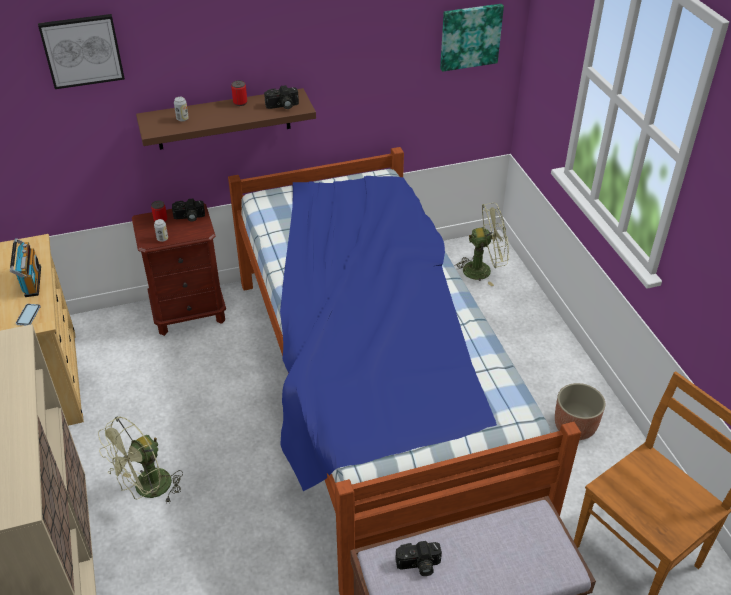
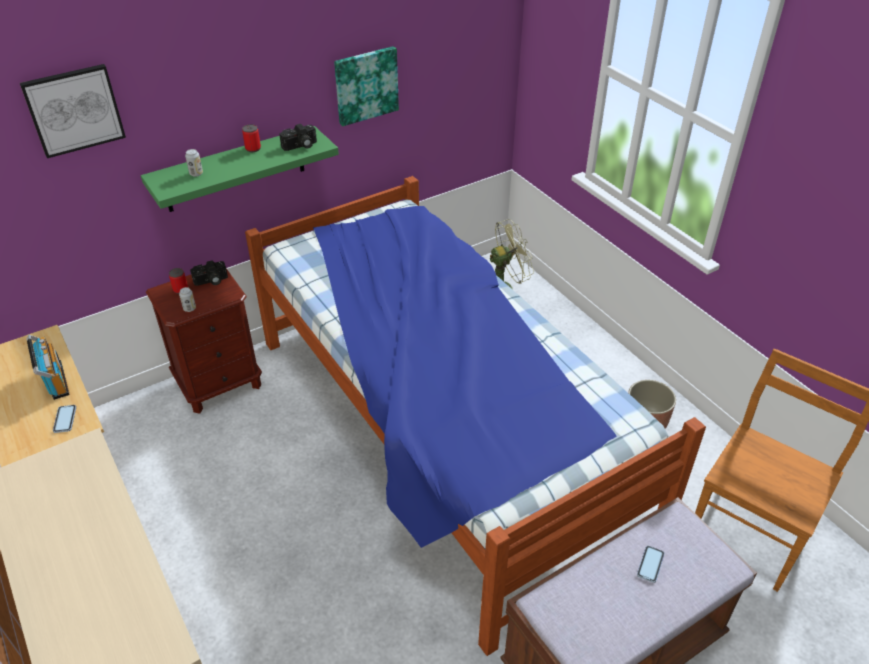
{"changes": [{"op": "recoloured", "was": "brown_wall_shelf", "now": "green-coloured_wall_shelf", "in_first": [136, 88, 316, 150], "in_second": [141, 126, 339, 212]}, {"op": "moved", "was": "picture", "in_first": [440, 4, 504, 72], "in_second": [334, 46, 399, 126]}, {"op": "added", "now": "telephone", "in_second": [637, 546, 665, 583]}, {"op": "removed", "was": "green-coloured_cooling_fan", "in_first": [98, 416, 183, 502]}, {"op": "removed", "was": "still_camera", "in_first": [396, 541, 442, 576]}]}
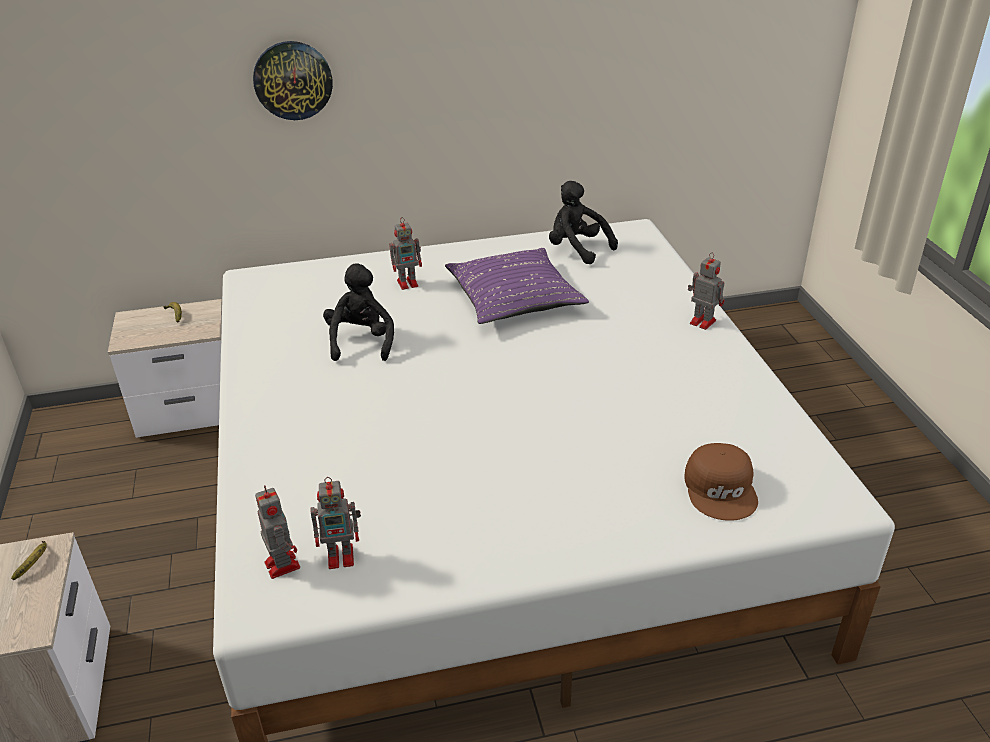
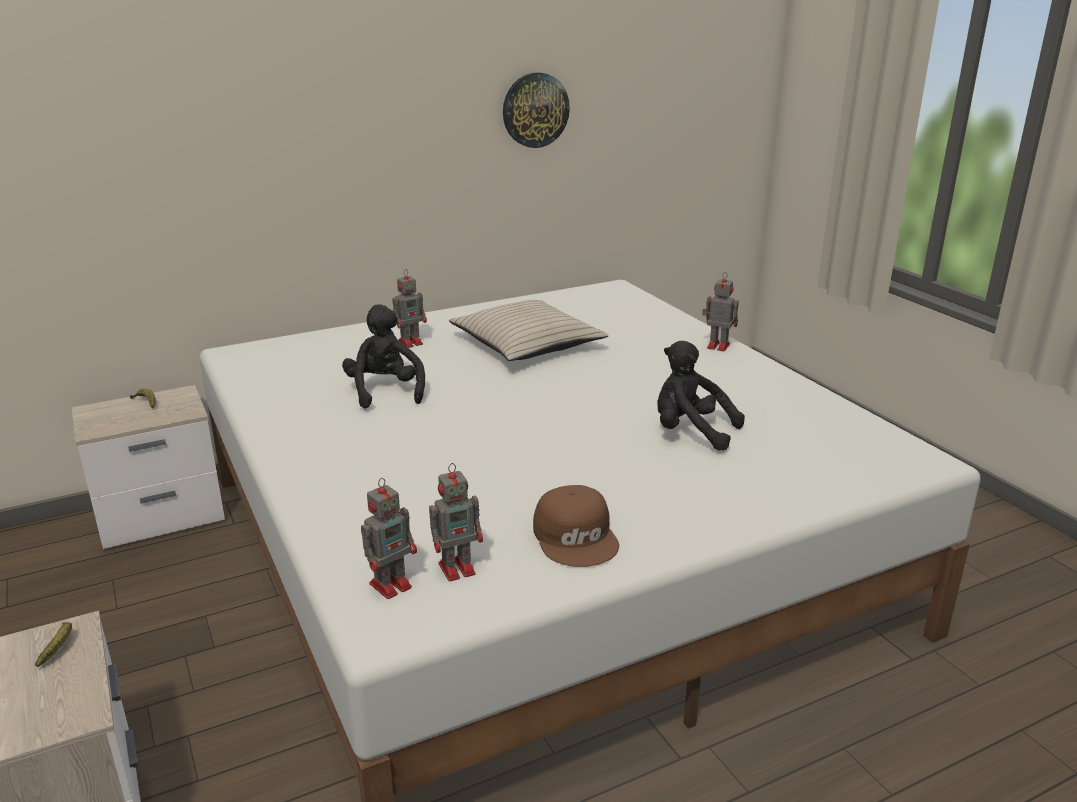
{"changes": [{"op": "turned", "was": "model_robot", "in_first": [255, 485, 300, 579], "in_second": [361, 478, 417, 599], "clockwise": 90}, {"op": "recoloured", "was": "purple-coloured_throw_pillow", "now": "sand-coloured_throw_pillow", "in_first": [445, 248, 589, 324], "in_second": [449, 300, 609, 361]}, {"op": "moved", "was": "clock_on_the_wall", "in_first": [253, 41, 333, 120], "in_second": [503, 72, 570, 148]}, {"op": "moved", "was": "brown_peaked_cap", "in_first": [684, 443, 758, 521], "in_second": [533, 485, 619, 567]}, {"op": "moved", "was": "blackish_soft_toy", "in_first": [549, 181, 618, 264], "in_second": [657, 341, 745, 451]}]}
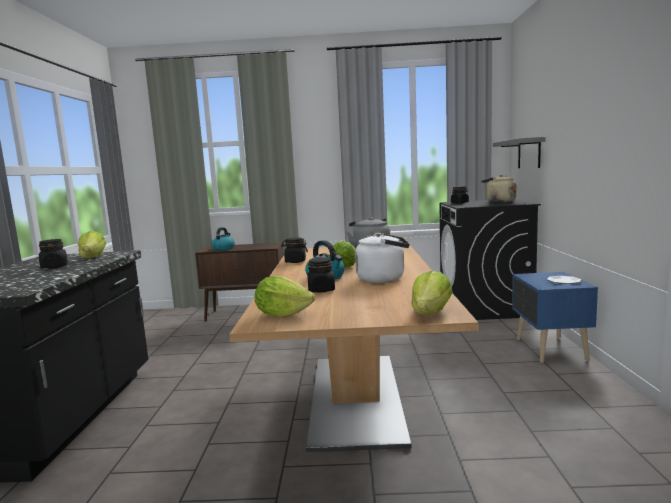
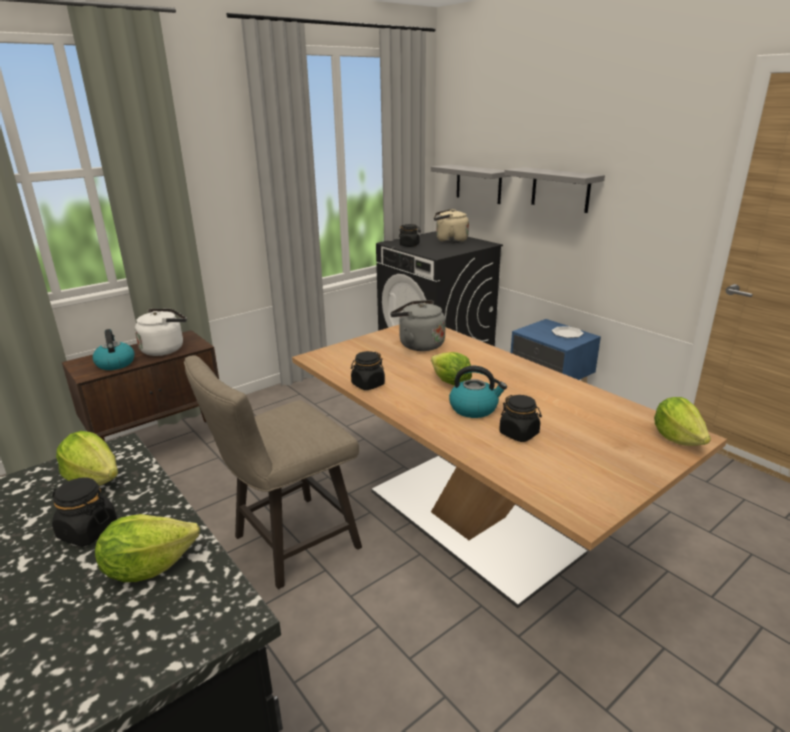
{"changes": [{"op": "moved", "was": "lettuce", "in_first": [255, 276, 315, 317], "in_second": [95, 514, 200, 582]}, {"op": "moved", "was": "white_kettle", "in_first": [355, 233, 410, 283], "in_second": [135, 309, 187, 356]}, {"op": "added", "now": "sand-coloured_stool", "in_second": [184, 355, 362, 589]}, {"op": "added", "now": "gray_wall_shelf", "in_second": [504, 167, 605, 213]}]}
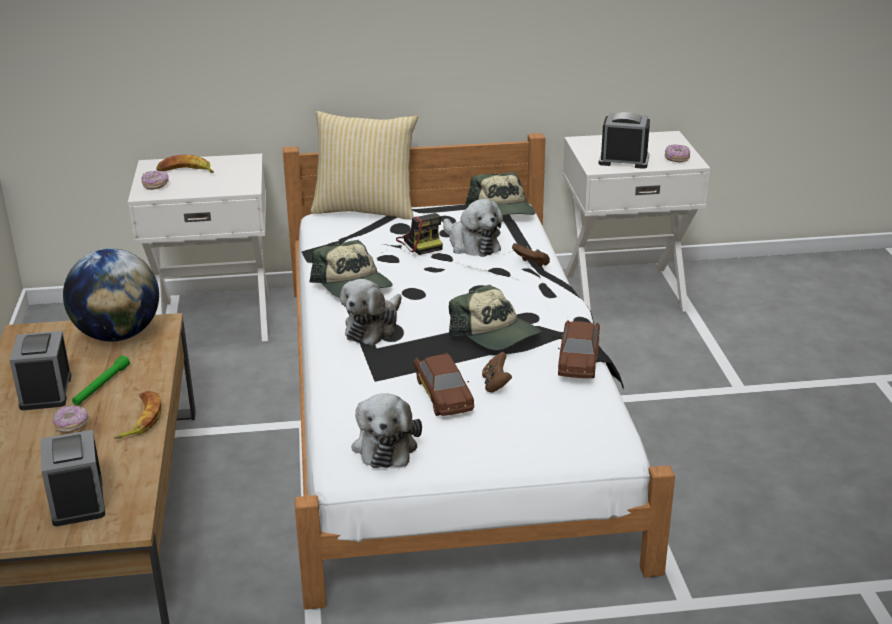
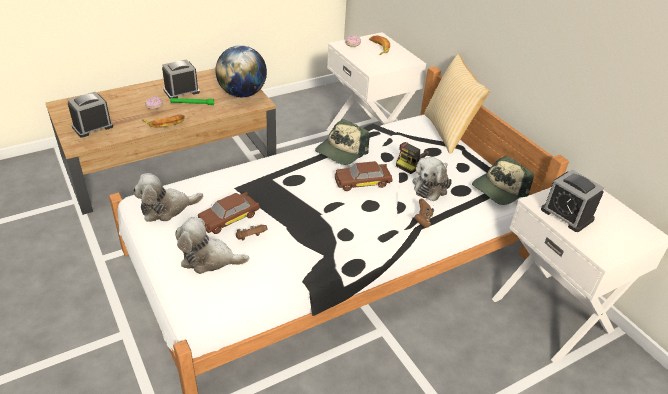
{"changes": [{"op": "moved", "was": "soft_toy", "in_first": [340, 279, 402, 346], "in_second": [175, 217, 249, 274]}, {"op": "moved", "was": "brown_model_car", "in_first": [558, 320, 600, 378], "in_second": [335, 161, 393, 191]}, {"op": "turned", "was": "alarm_clock", "in_first": [599, 112, 650, 169], "in_second": [541, 170, 604, 232], "clockwise": 150}, {"op": "removed", "was": "peaked_cap", "in_first": [449, 285, 541, 350]}, {"op": "removed", "was": "ring_doughnut", "in_first": [665, 145, 690, 162]}]}
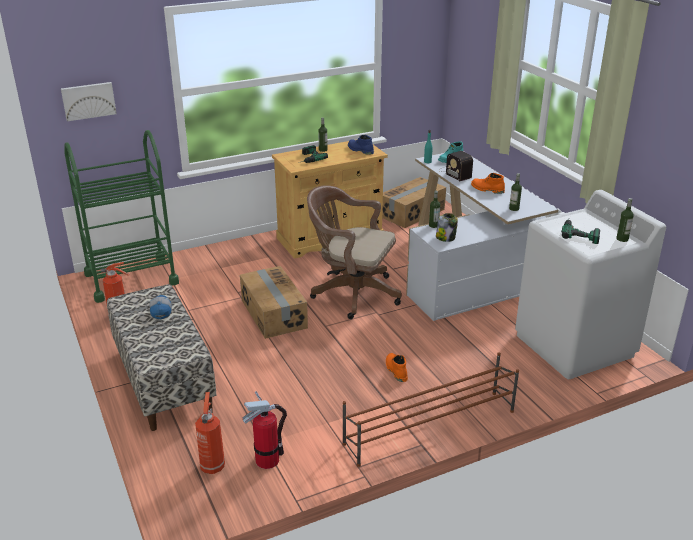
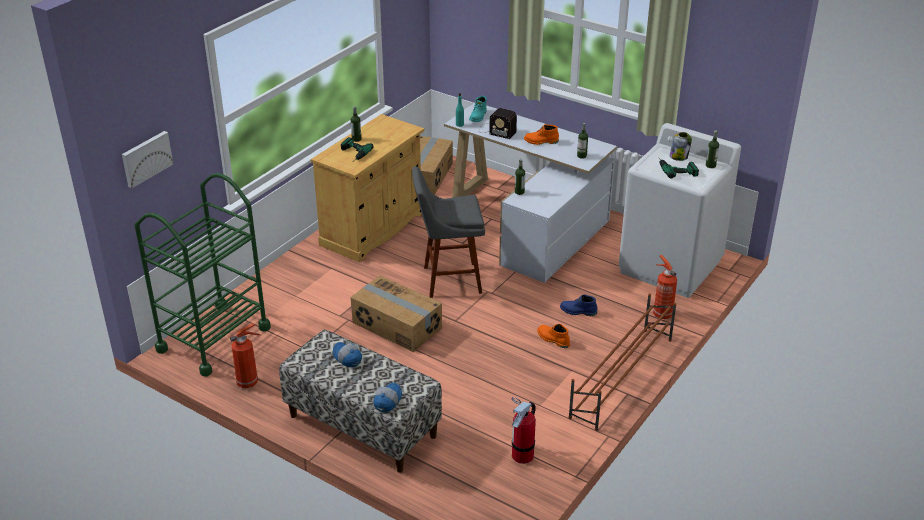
{"changes": [{"op": "added", "now": "peaked_cap", "in_second": [373, 383, 402, 412]}, {"op": "replaced", "was": "brown_desk_chair", "now": "gray_stool", "in_first": [307, 185, 402, 319], "in_second": [412, 166, 485, 298]}, {"op": "moved", "was": "blue-coloured_tall_boot", "in_first": [348, 135, 374, 155], "in_second": [560, 294, 597, 316]}, {"op": "moved", "was": "fire_extinguisher", "in_first": [195, 392, 225, 474], "in_second": [653, 255, 677, 319]}, {"op": "moved", "was": "preserve_jar", "in_first": [436, 213, 458, 242], "in_second": [670, 132, 692, 161]}]}
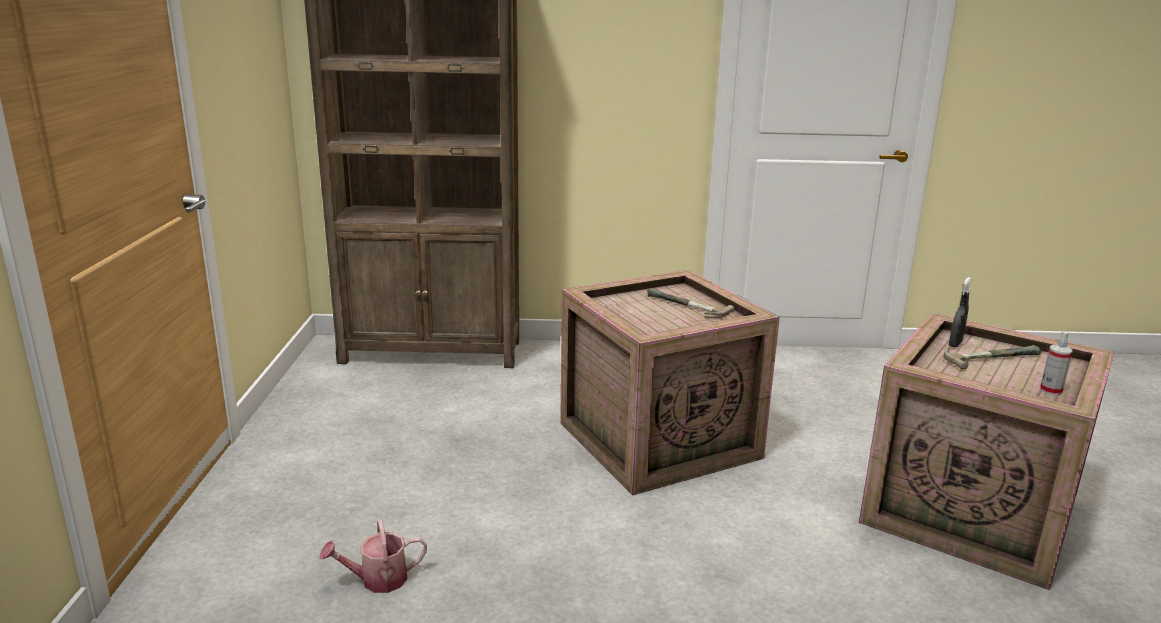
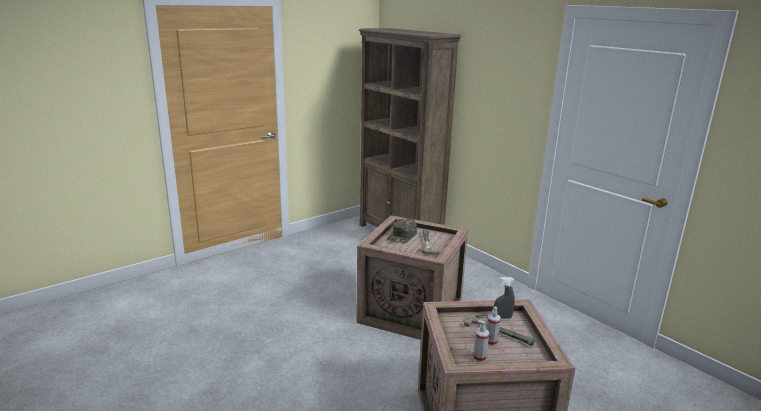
{"changes": [{"op": "added", "now": "green-coloured_peaked_cap", "in_second": [387, 218, 417, 244]}, {"op": "added", "now": "spray_bottle", "in_second": [486, 307, 501, 346]}, {"op": "removed", "was": "watering_can", "in_first": [319, 520, 427, 593]}]}
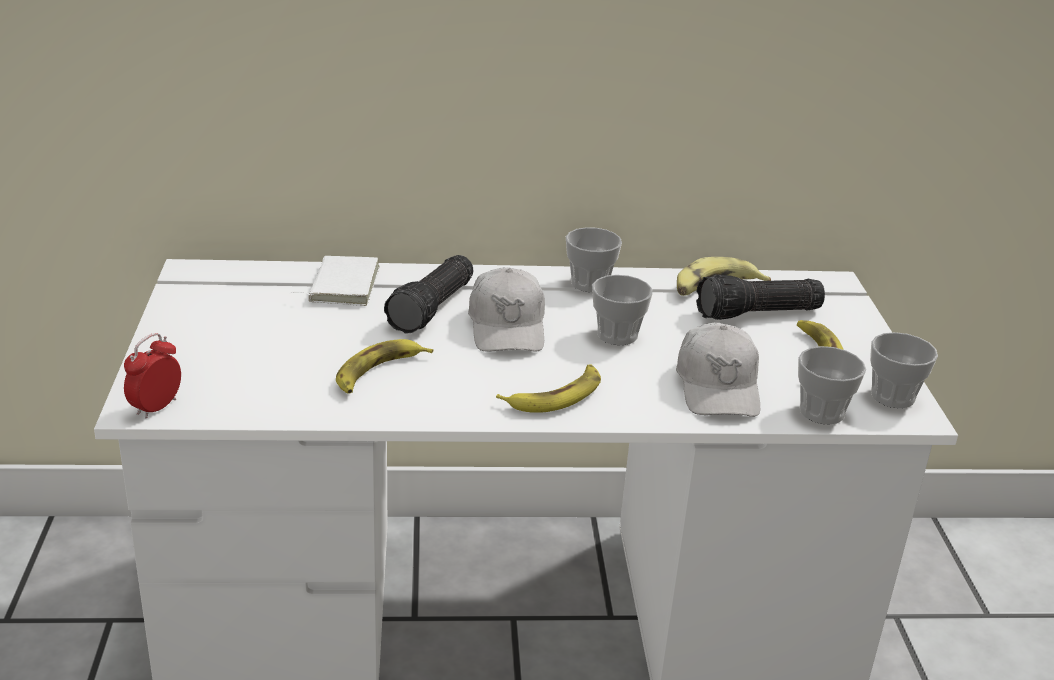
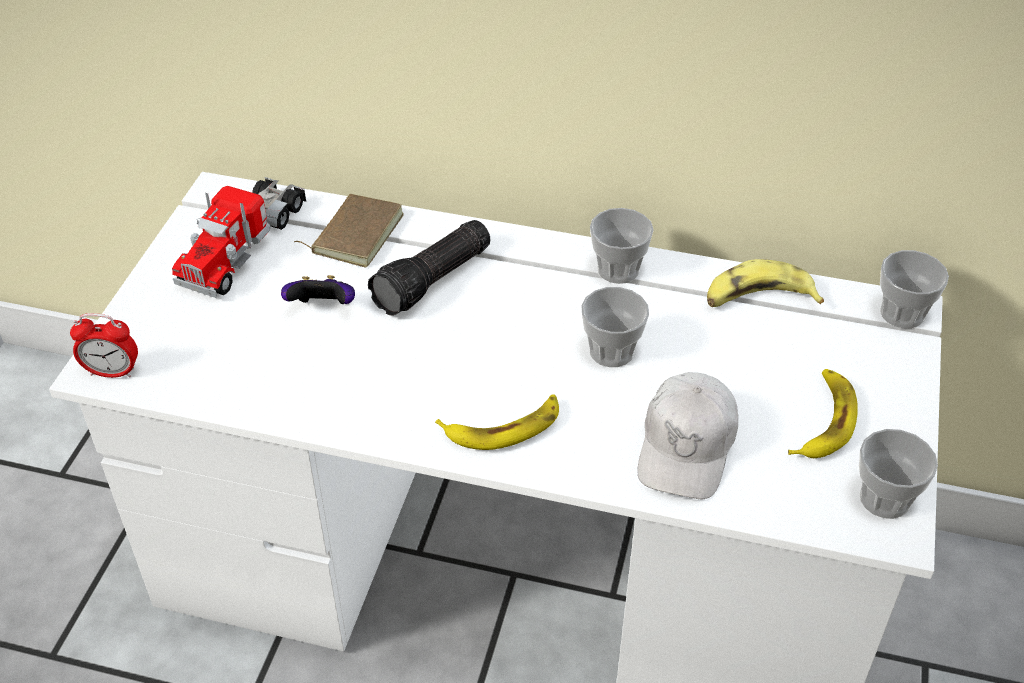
{"changes": [{"op": "turned", "was": "alarm_clock", "in_first": [124, 333, 181, 418], "in_second": [70, 313, 138, 378], "clockwise": -135}, {"op": "added", "now": "toy_truck", "in_second": [172, 177, 306, 298]}, {"op": "added", "now": "joypad", "in_second": [281, 275, 355, 304]}, {"op": "recoloured", "was": "white_book", "now": "brown_book", "in_first": [290, 256, 380, 306], "in_second": [294, 194, 404, 267]}, {"op": "moved", "was": "cup", "in_first": [798, 346, 866, 424], "in_second": [880, 250, 949, 329]}, {"op": "removed", "was": "whole_banana", "in_first": [336, 339, 433, 394]}, {"op": "removed", "was": "white_peaked_cap", "in_first": [468, 267, 545, 352]}, {"op": "removed", "was": "hand_torch", "in_first": [696, 275, 825, 320]}]}
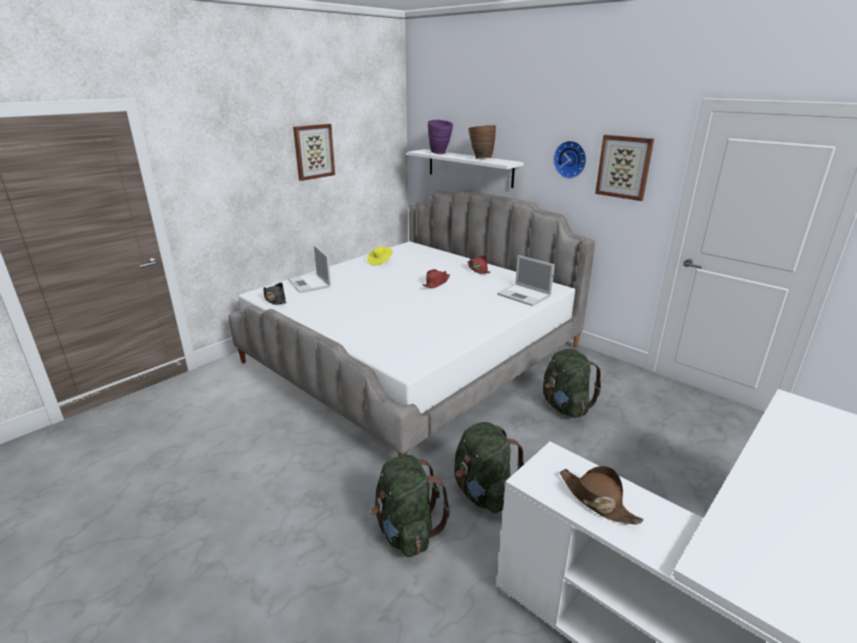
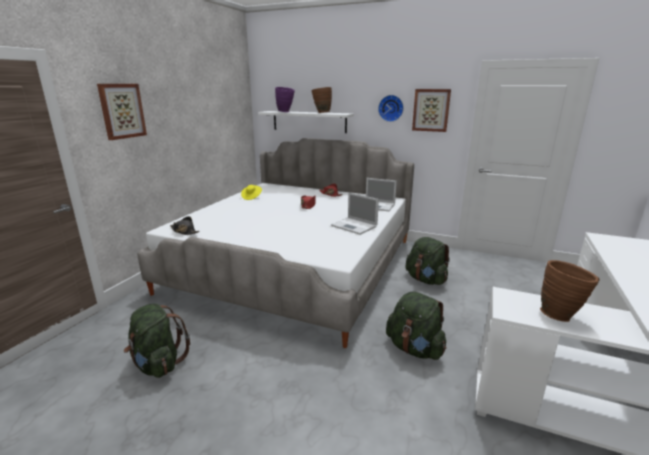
{"changes": [{"op": "moved", "was": "picture", "in_first": [293, 124, 335, 181], "in_second": [97, 84, 147, 140]}, {"op": "moved", "was": "green-coloured_backpack", "in_first": [371, 455, 451, 557], "in_second": [124, 303, 190, 378]}, {"op": "moved", "was": "notebook_computer", "in_first": [288, 245, 331, 293], "in_second": [331, 192, 379, 235]}, {"op": "replaced", "was": "brown_hat", "now": "brown_vase", "in_first": [559, 466, 643, 524], "in_second": [540, 260, 600, 322]}]}
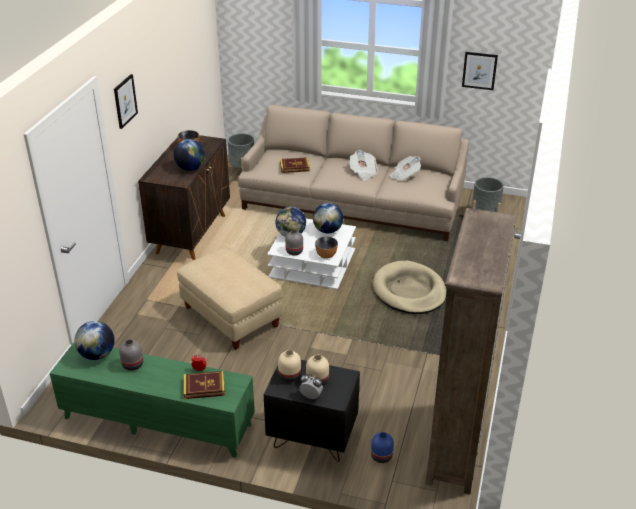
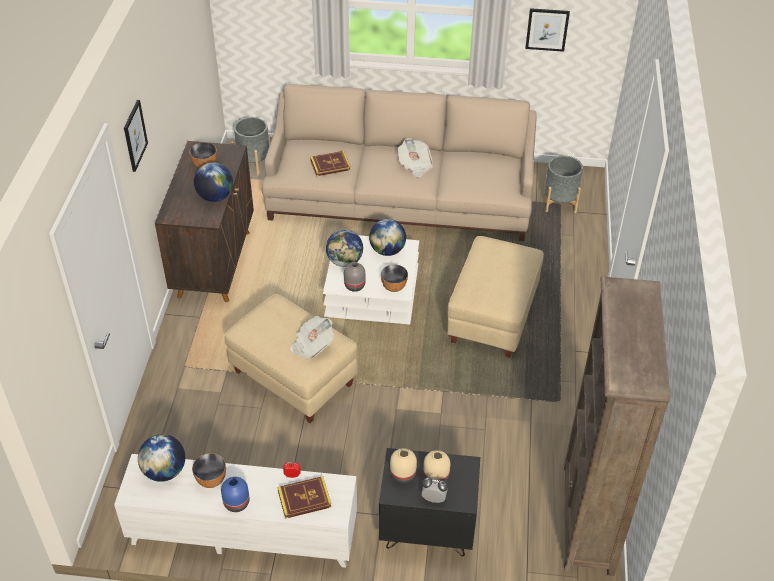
{"changes": [{"op": "recoloured", "was": "green-coloured_tv_unit", "now": "white_tv_unit", "in_first": [50, 343, 255, 458], "in_second": [114, 454, 357, 568]}, {"op": "replaced", "was": "gray_vase", "now": "deep_dish", "in_first": [119, 339, 143, 371], "in_second": [192, 453, 226, 488]}, {"op": "moved", "was": "blue-coloured_vase", "in_first": [371, 432, 394, 463], "in_second": [221, 477, 249, 512]}, {"op": "moved", "was": "newspaper", "in_first": [389, 156, 421, 181], "in_second": [290, 316, 334, 361]}, {"op": "replaced", "was": "sand-coloured_dog_cushion", "now": "sand-coloured_footrest", "in_first": [373, 261, 447, 314], "in_second": [447, 236, 544, 357]}]}
